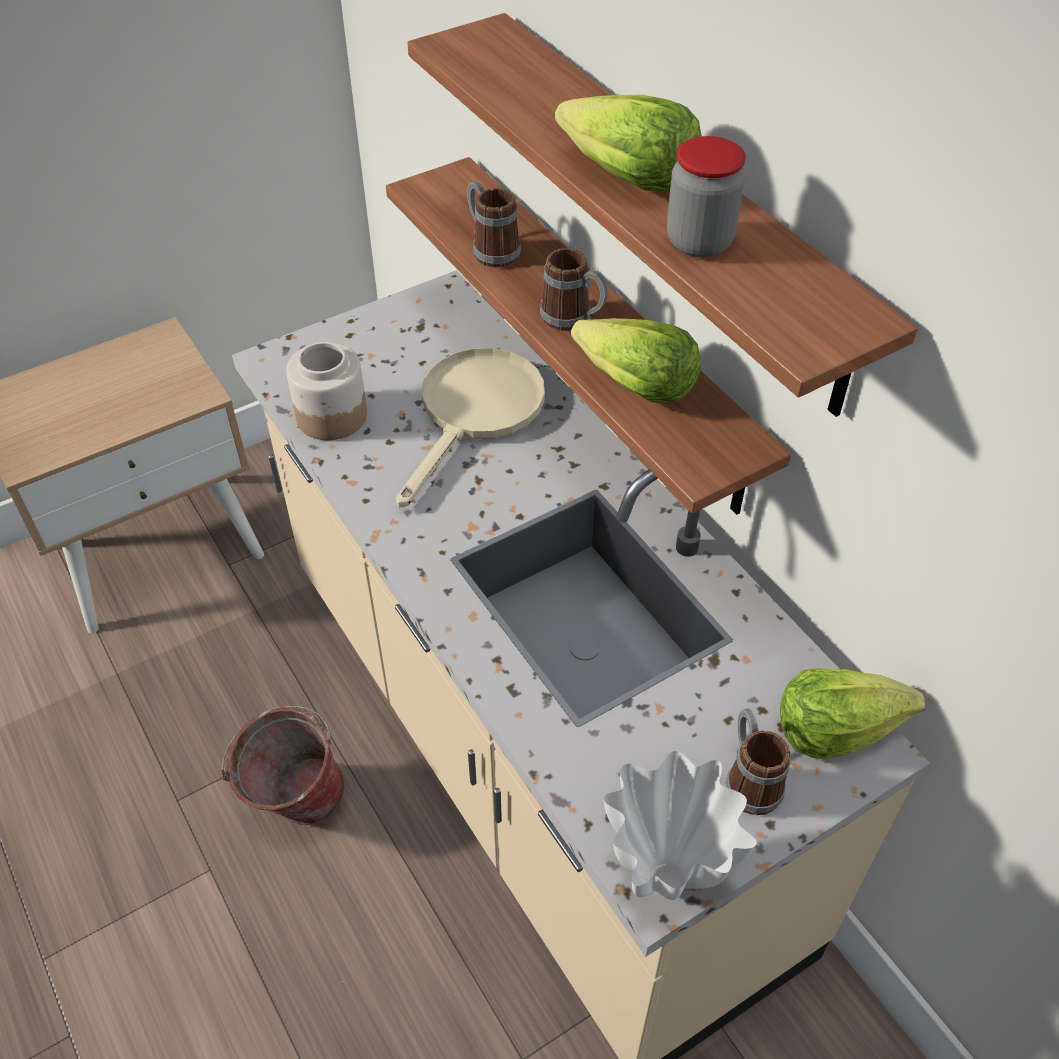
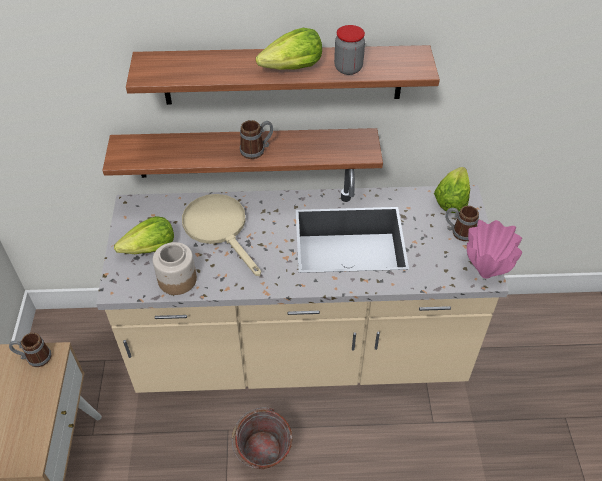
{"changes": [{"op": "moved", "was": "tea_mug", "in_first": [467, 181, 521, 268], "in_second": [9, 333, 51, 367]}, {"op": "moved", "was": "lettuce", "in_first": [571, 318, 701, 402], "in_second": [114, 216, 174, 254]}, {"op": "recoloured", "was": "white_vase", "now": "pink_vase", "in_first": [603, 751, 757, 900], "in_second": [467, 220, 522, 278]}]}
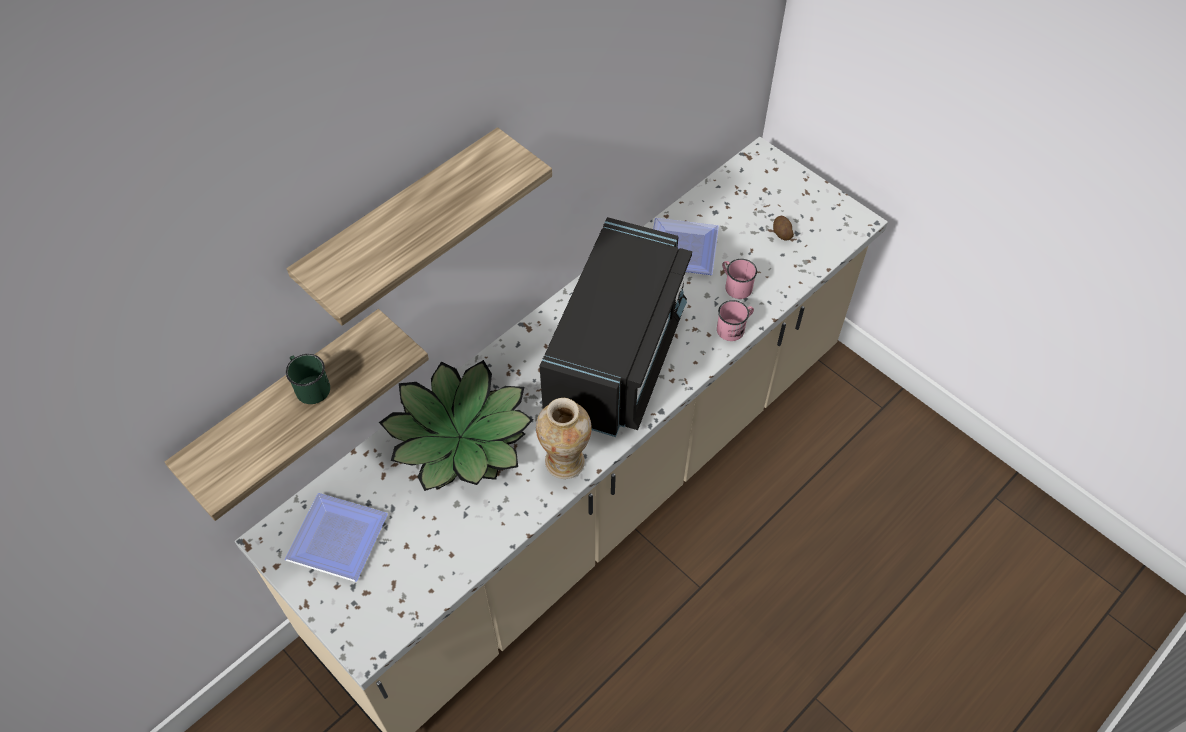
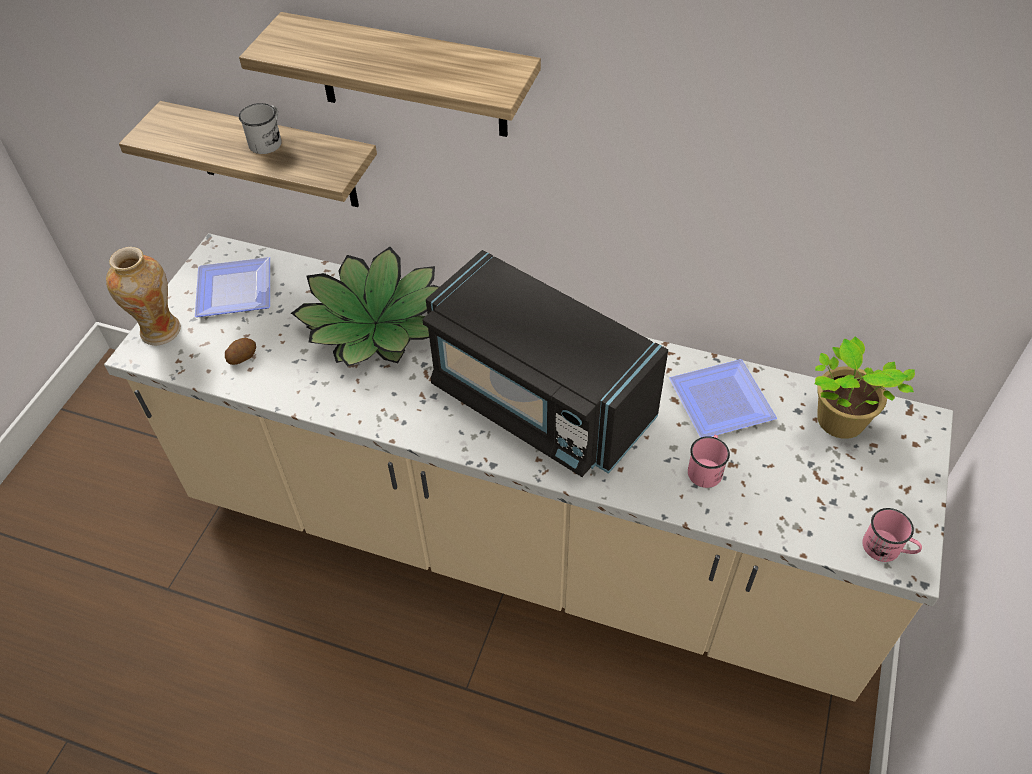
{"changes": [{"op": "moved", "was": "vase", "in_first": [536, 398, 592, 479], "in_second": [106, 247, 181, 346]}, {"op": "moved", "was": "potato", "in_first": [773, 216, 794, 240], "in_second": [225, 338, 256, 365]}, {"op": "recoloured", "was": "green-coloured_tea_mug", "now": "white_tea_mug", "in_first": [286, 354, 330, 404], "in_second": [239, 103, 282, 154]}, {"op": "turned", "was": "blackish_microwave", "in_first": [540, 217, 692, 437], "in_second": [422, 250, 668, 477], "clockwise": 45}, {"op": "added", "now": "potted_plant", "in_second": [815, 336, 915, 439]}, {"op": "moved", "was": "pink_tea_mug", "in_first": [717, 300, 754, 341], "in_second": [863, 508, 922, 562]}]}
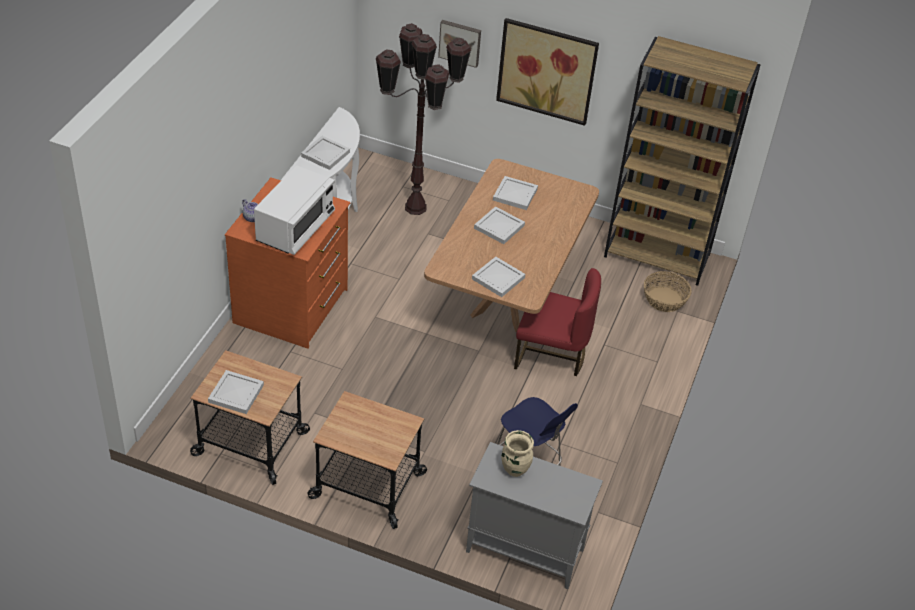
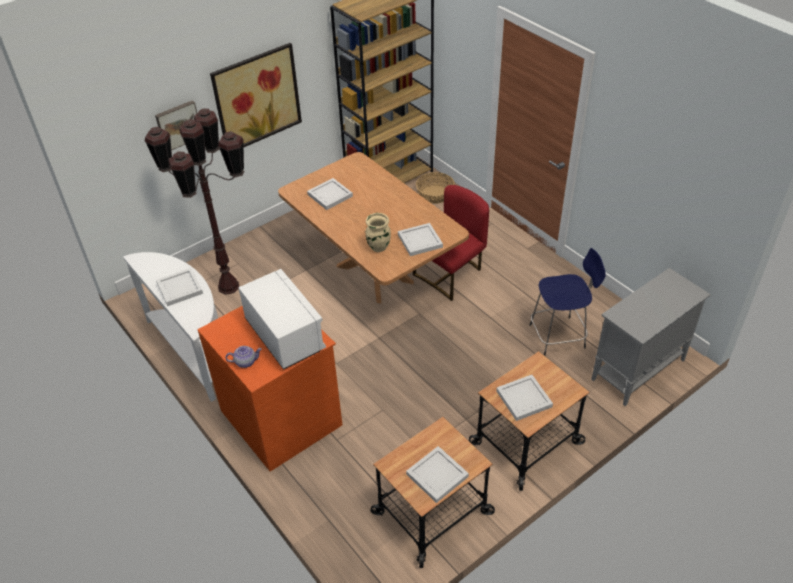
{"changes": [{"op": "moved", "was": "sand-coloured_vase", "in_first": [501, 430, 534, 477], "in_second": [365, 213, 391, 252]}, {"op": "moved", "was": "white_tray", "in_first": [474, 206, 525, 244], "in_second": [496, 375, 553, 421]}]}
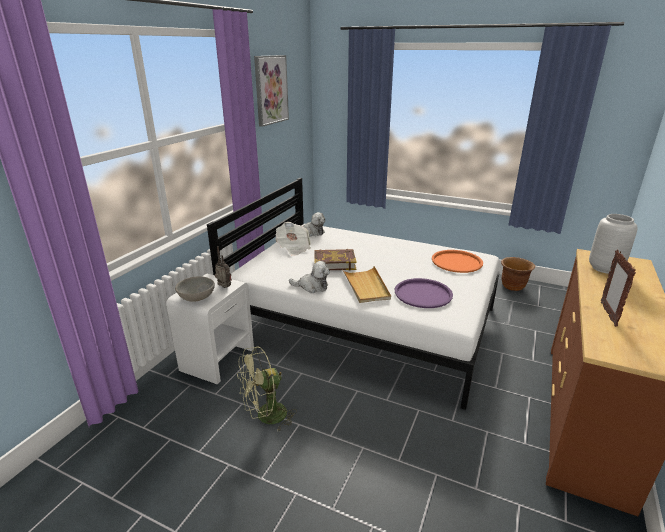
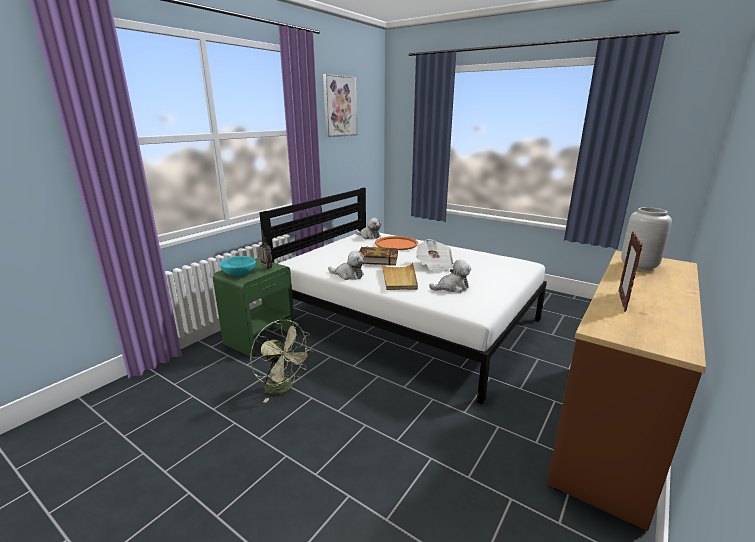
{"changes": [{"op": "recoloured", "was": "white_nightstand", "now": "green-coloured_nightstand", "in_first": [166, 274, 254, 384], "in_second": [213, 258, 295, 358]}, {"op": "recoloured", "was": "gray_deep_dish", "now": "blue-green_deep_dish", "in_first": [175, 276, 215, 302], "in_second": [219, 256, 256, 276]}, {"op": "turned", "was": "green-coloured_cooling_fan", "in_first": [237, 347, 297, 431], "in_second": [250, 319, 313, 403], "clockwise": -120}, {"op": "moved", "was": "orange_tray", "in_first": [432, 250, 483, 273], "in_second": [375, 236, 418, 250]}, {"op": "moved", "was": "newspaper", "in_first": [276, 222, 311, 256], "in_second": [416, 239, 453, 274]}, {"op": "replaced", "was": "purple-coloured_tray", "now": "soft_toy", "in_first": [395, 278, 453, 308], "in_second": [429, 260, 471, 293]}, {"op": "removed", "was": "brown_planter", "in_first": [501, 257, 535, 291]}]}
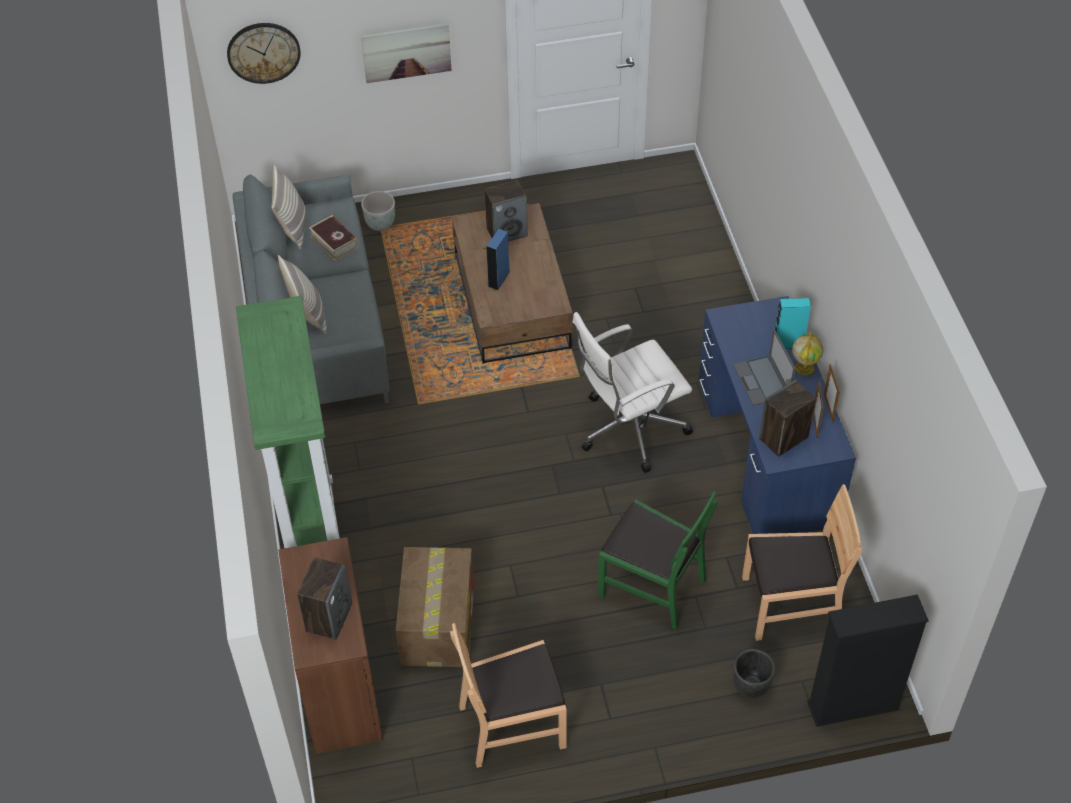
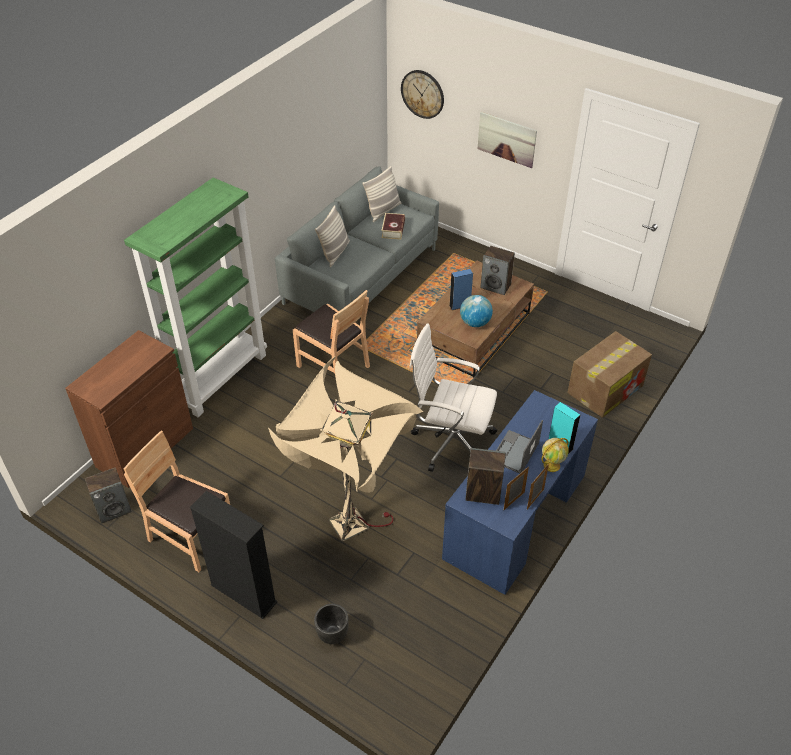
{"changes": [{"op": "moved", "was": "loudspeaker", "in_first": [297, 557, 352, 641], "in_second": [85, 468, 132, 523]}, {"op": "moved", "was": "blackish_bookshelf", "in_first": [807, 594, 929, 727], "in_second": [190, 491, 277, 619]}, {"op": "replaced", "was": "green-coloured_upright_chair", "now": "sand-coloured_floor_lamp", "in_first": [598, 491, 718, 630], "in_second": [268, 355, 423, 541]}, {"op": "moved", "was": "brown_upright_chair", "in_first": [742, 484, 862, 641], "in_second": [293, 290, 370, 377]}, {"op": "added", "now": "world_globe", "in_second": [460, 295, 493, 327]}, {"op": "moved", "was": "packing_box", "in_first": [396, 547, 474, 667], "in_second": [567, 331, 652, 418]}, {"op": "removed", "was": "gray_planter", "in_first": [361, 191, 395, 231]}]}
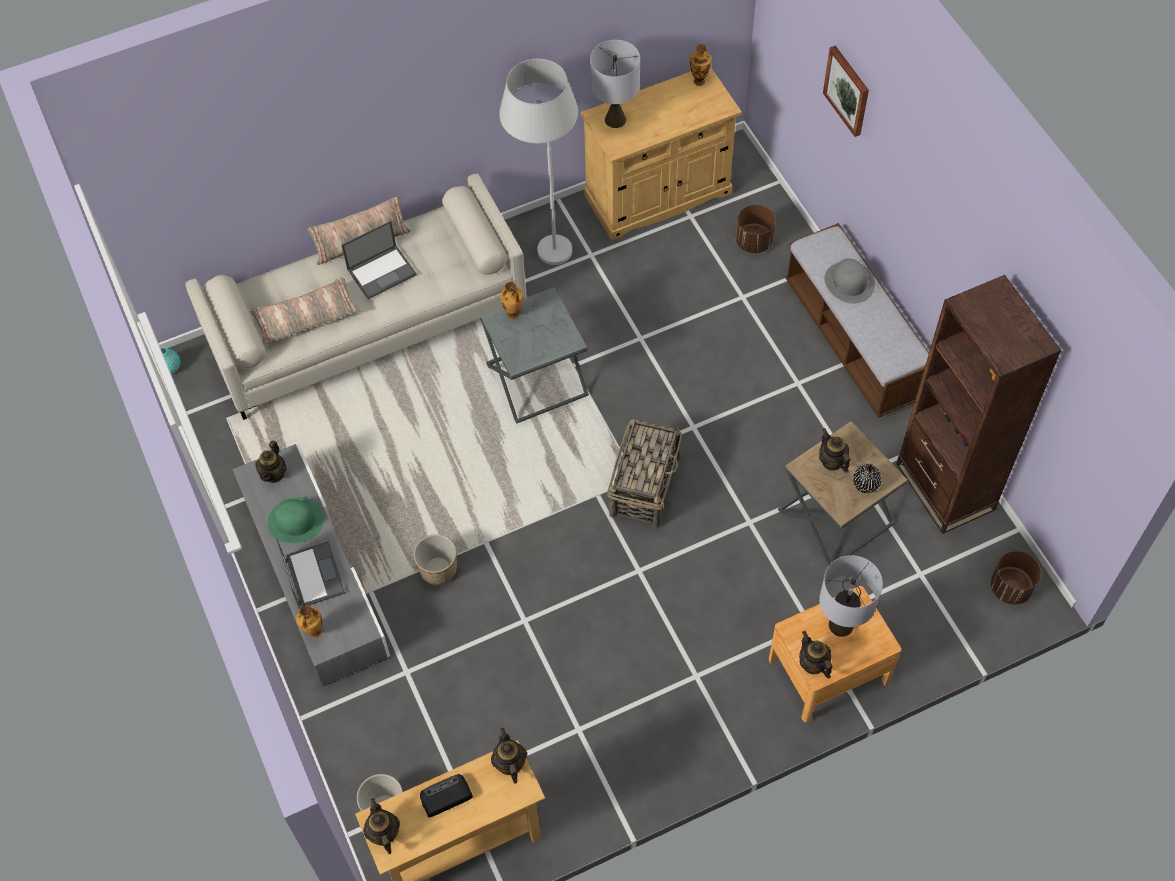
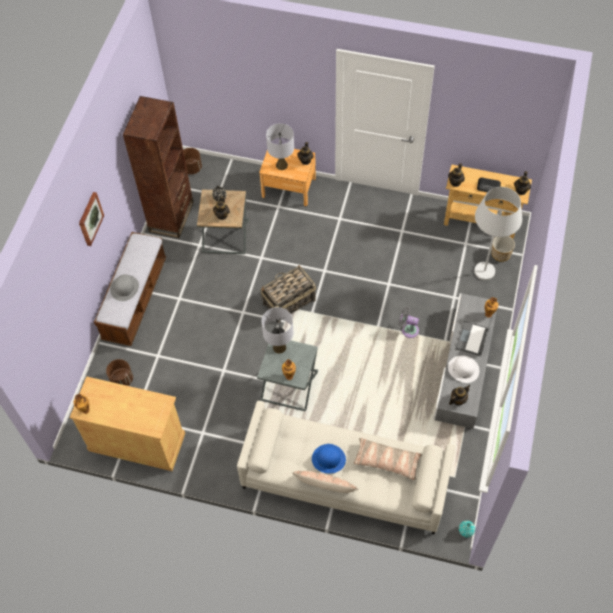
{"changes": [{"op": "moved", "was": "picture", "in_first": [823, 46, 869, 137], "in_second": [79, 192, 104, 246]}, {"op": "moved", "was": "gray_table_lamp", "in_first": [590, 40, 640, 128], "in_second": [262, 307, 293, 353]}, {"op": "replaced", "was": "notebook_computer", "now": "blue-coloured_hat", "in_first": [342, 221, 417, 299], "in_second": [312, 444, 346, 474]}, {"op": "replaced", "was": "planter", "now": "gray_cooling_fan", "in_first": [414, 534, 457, 585], "in_second": [399, 307, 419, 338]}, {"op": "recoloured", "was": "green-coloured_hat", "now": "white_hat", "in_first": [267, 497, 324, 543], "in_second": [448, 356, 479, 383]}, {"op": "moved", "was": "white_floor_lamp", "in_first": [499, 59, 578, 265], "in_second": [474, 187, 522, 280]}]}
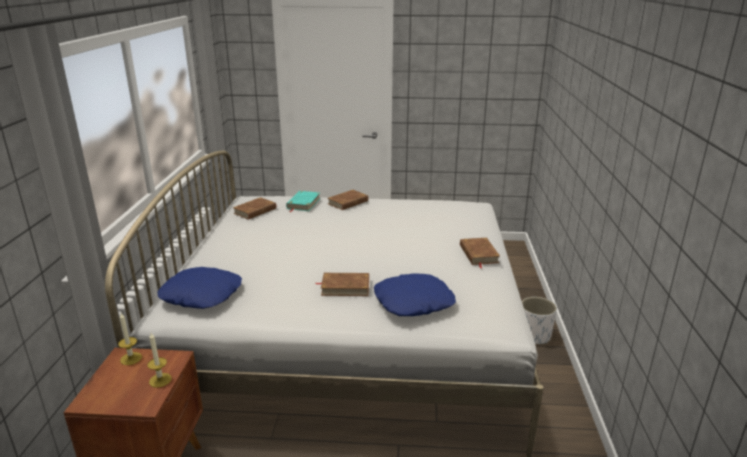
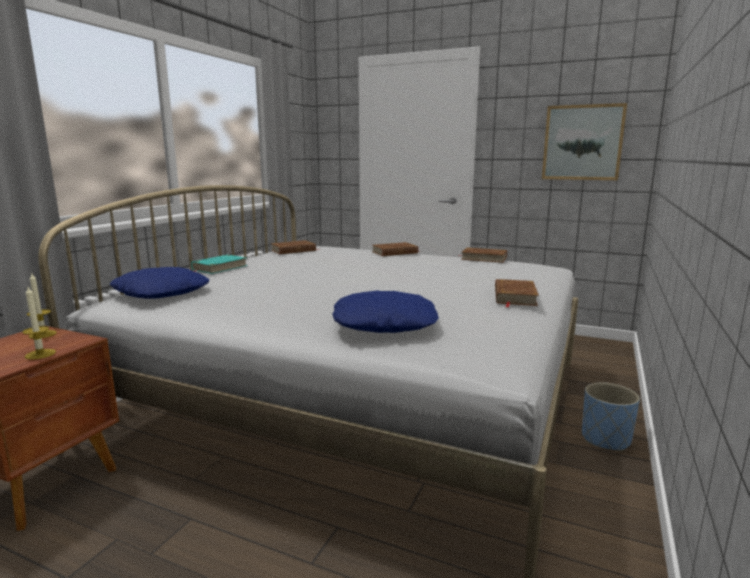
{"changes": [{"op": "moved", "was": "blue-green_book", "in_first": [286, 191, 320, 212], "in_second": [191, 255, 248, 274]}, {"op": "moved", "was": "brown_book", "in_first": [316, 273, 369, 296], "in_second": [457, 247, 507, 263]}, {"op": "added", "now": "picture", "in_second": [542, 103, 627, 180]}, {"op": "recoloured", "was": "white_planter", "now": "blue-coloured_planter", "in_first": [522, 297, 557, 344], "in_second": [582, 382, 640, 451]}]}
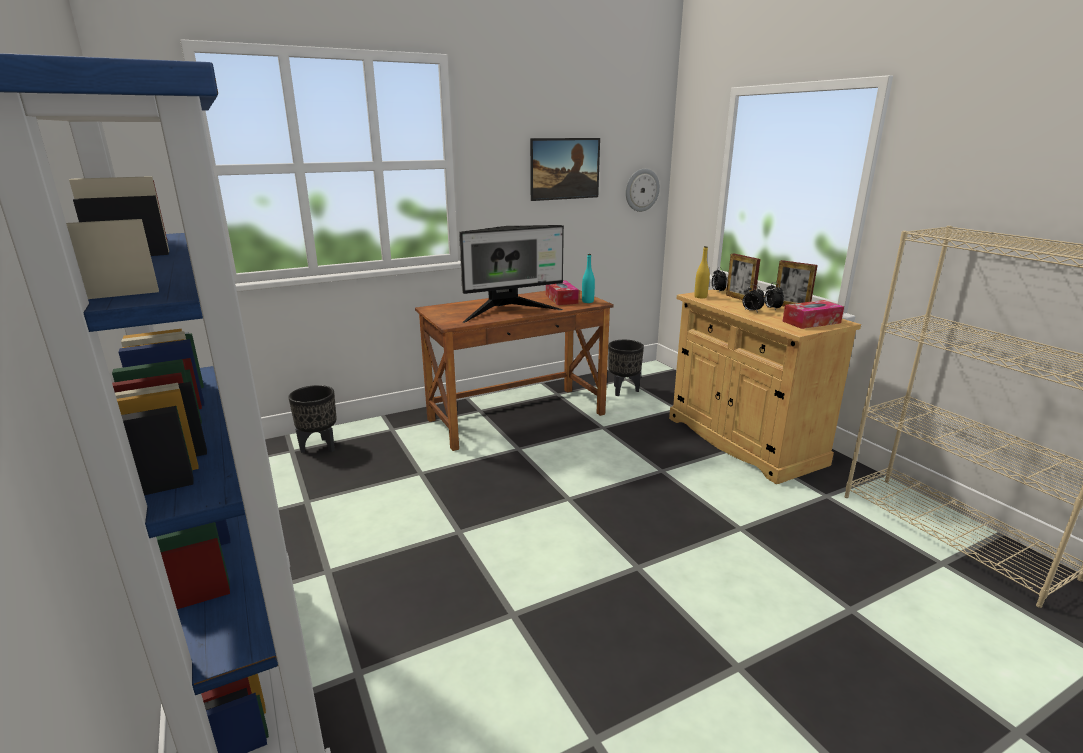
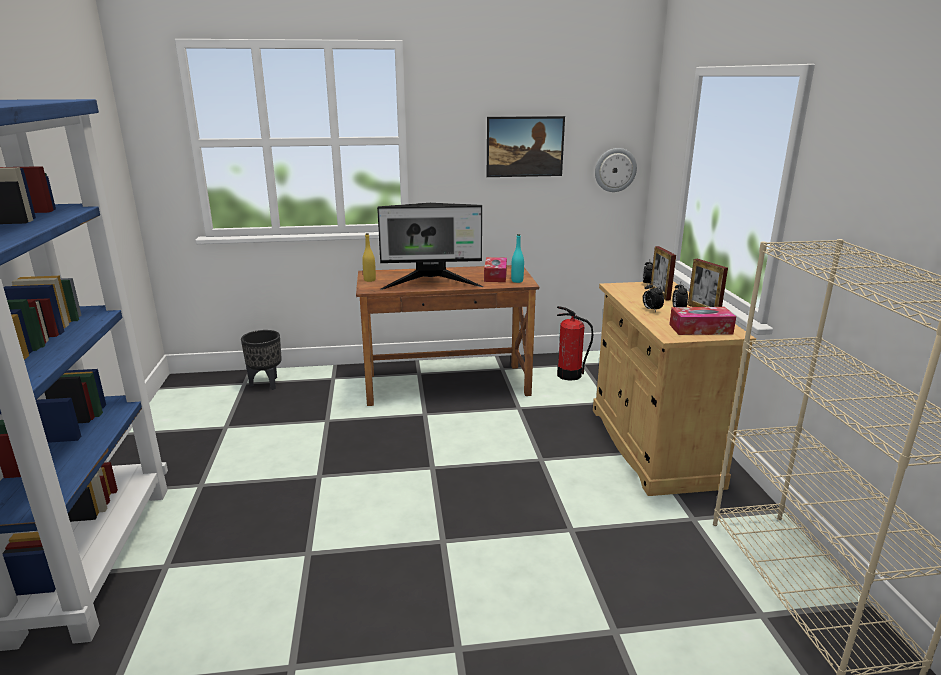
{"changes": [{"op": "moved", "was": "yellow_bottle", "in_first": [694, 246, 710, 298], "in_second": [362, 233, 376, 282]}, {"op": "replaced", "was": "blackish_planter", "now": "fire_extinguisher", "in_first": [608, 340, 644, 396], "in_second": [557, 306, 593, 381]}]}
